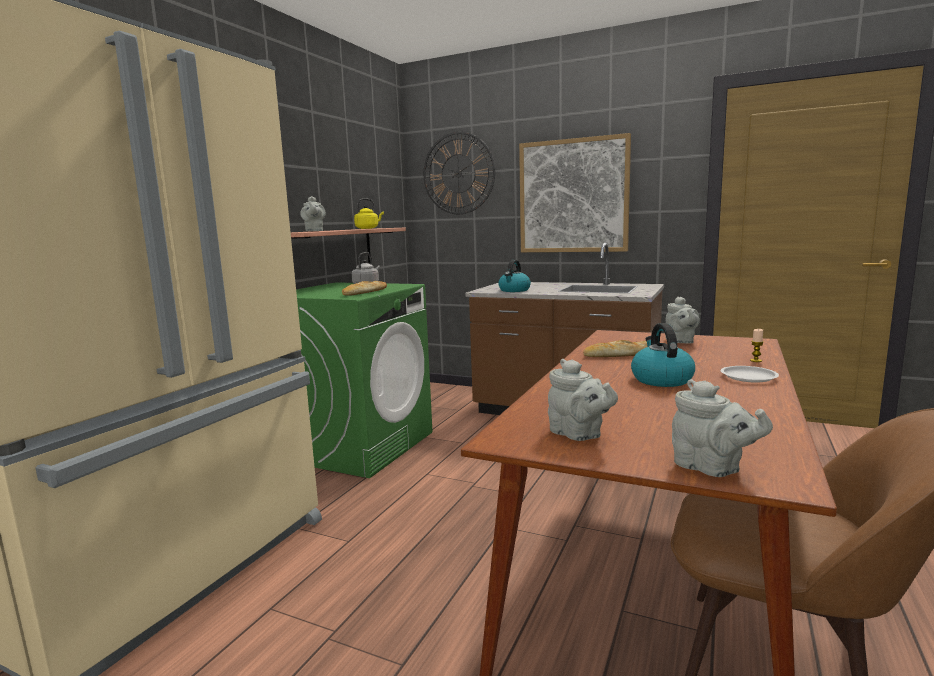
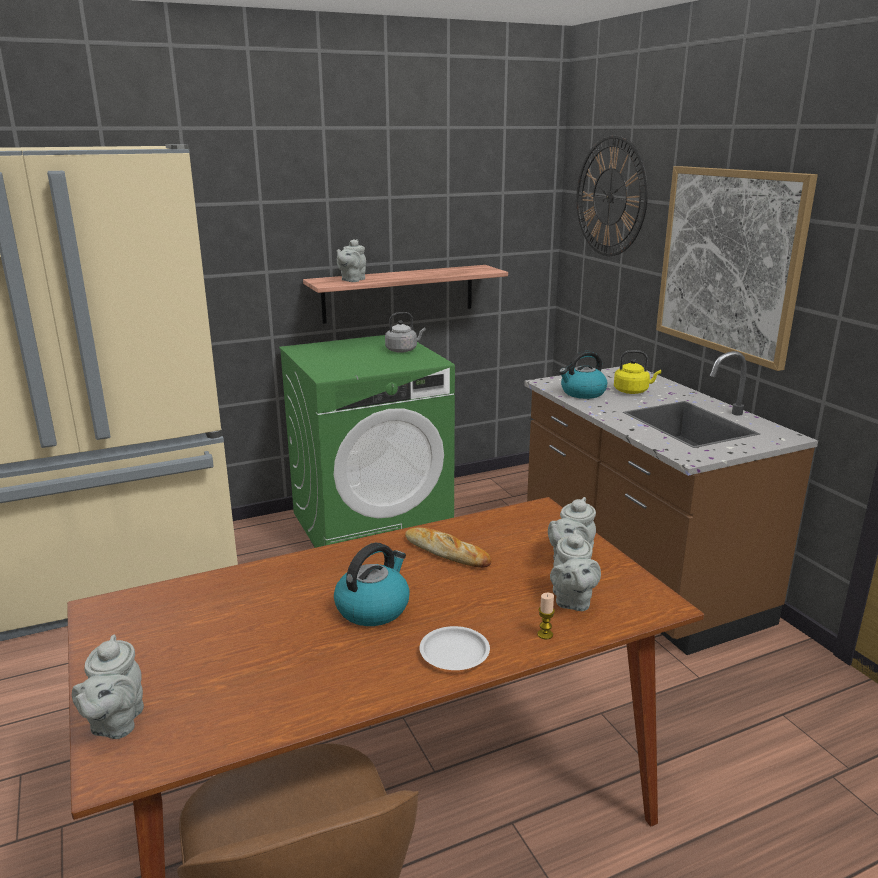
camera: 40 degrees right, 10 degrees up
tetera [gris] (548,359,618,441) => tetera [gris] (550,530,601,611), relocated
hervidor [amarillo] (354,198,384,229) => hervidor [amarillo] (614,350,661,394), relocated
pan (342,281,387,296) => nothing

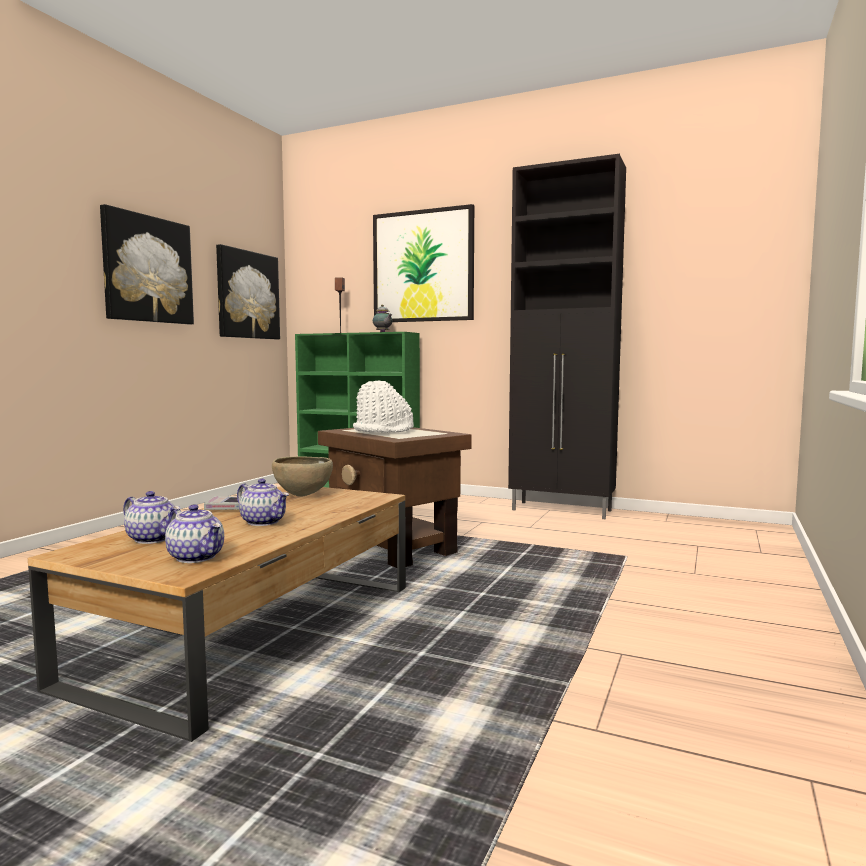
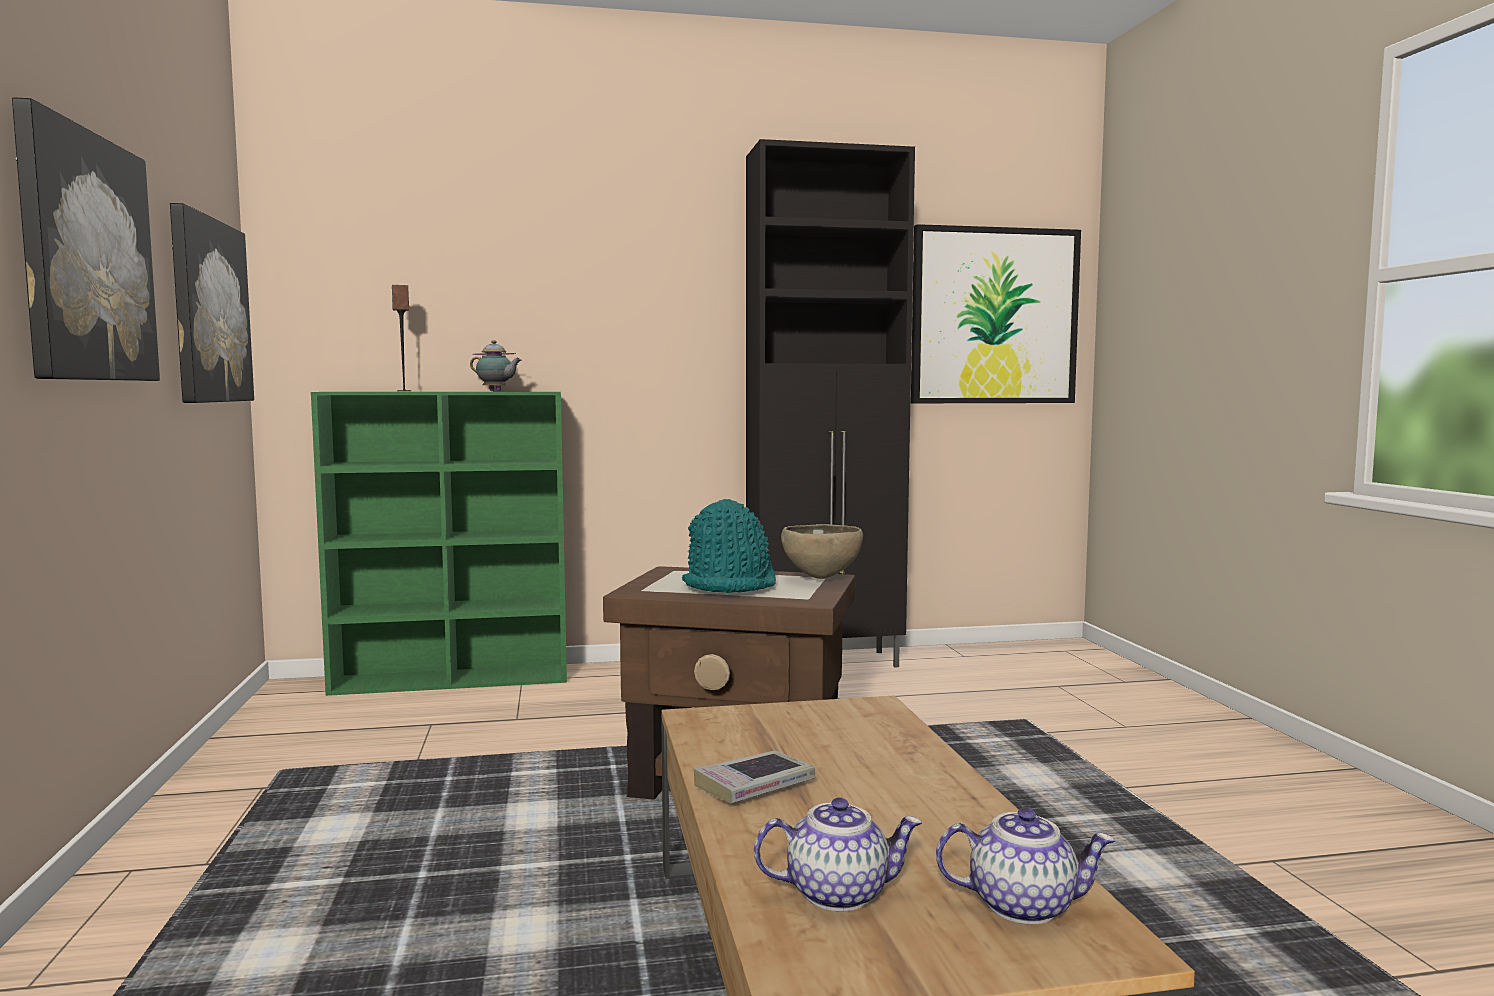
camera: 35 degrees left, 0 degrees up
sombrero [blanco] (353,381,414,433) => sombrero [turquesa] (682,499,776,593)
cuenco [marrón] (272,456,333,497) => cuenco [marrón] (781,524,863,579), relocated
cuadro (373,204,474,322) => cuadro (911,224,1081,403), relocated
tetera (237,479,289,526) => nothing

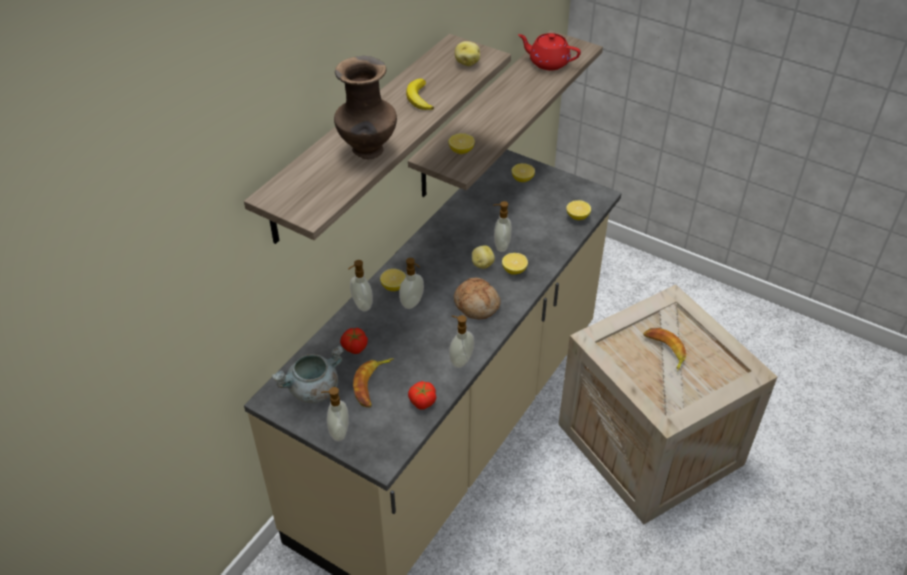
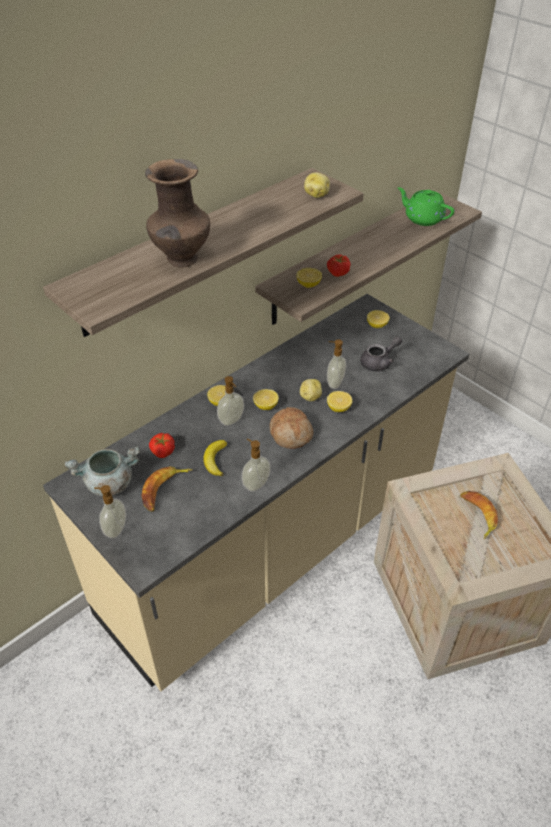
camera: 15 degrees right, 0 degrees up
plátano (406,79,434,110) => plátano (203,440,227,476), relocated
limón (566,200,591,220) => limón (253,389,279,410), relocated
tomate (408,381,436,410) => tomate (327,254,351,277), relocated
nothing => tetera [gris] (360,336,402,371)
tetera [rojo] (518,33,581,70) => tetera [verde] (398,187,455,226)
dispensador de jabón (348,260,373,312) => nothing

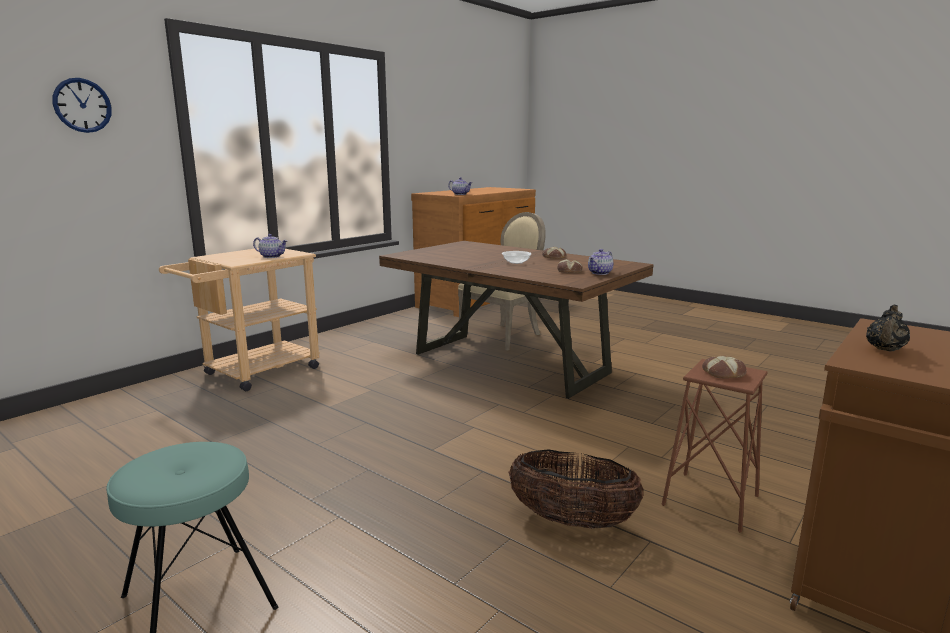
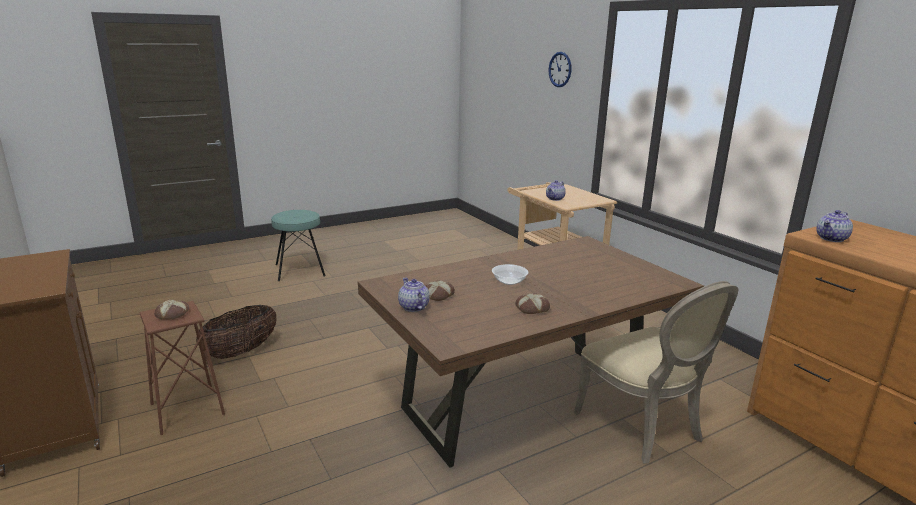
camera: 110 degrees right, 5 degrees up
tetera [negro] (866,305,910,352) => nothing

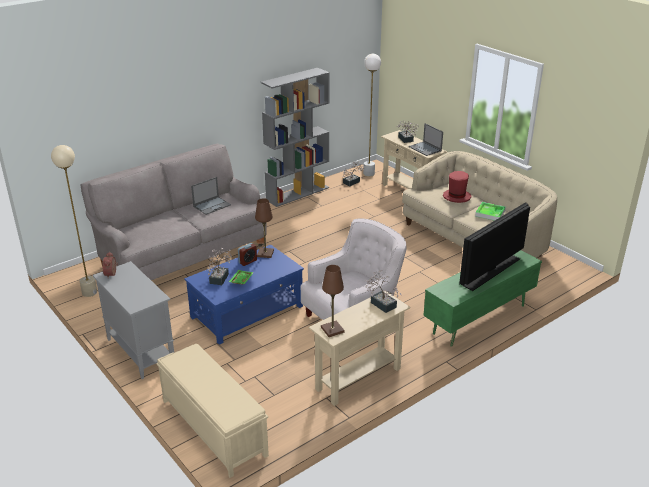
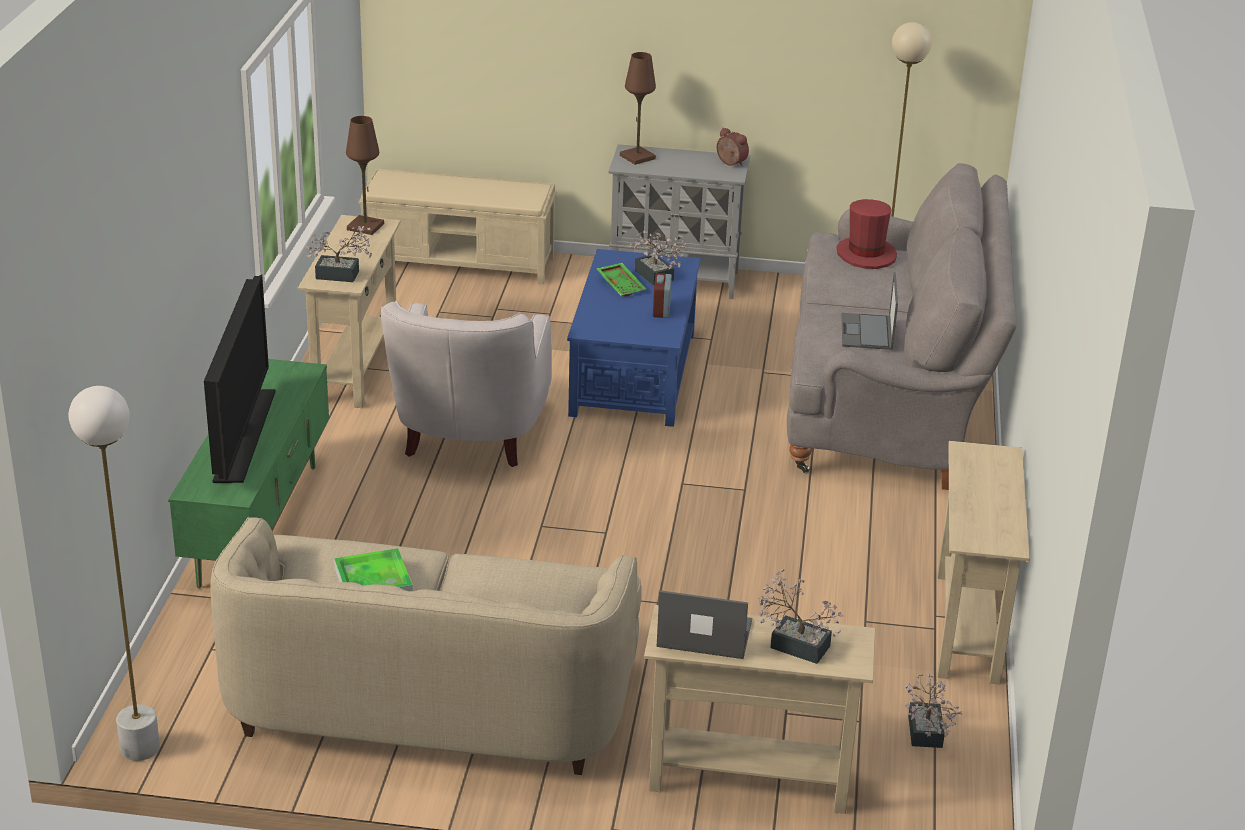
camera: 135 degrees right, 0 degrees up
lámpara de pie [blanco] (363,54,381,177) => lámpara de pie [blanco] (68,386,160,761), relocated
lámpara de mesa [marrón] (255,198,274,258) => lámpara de mesa [marrón] (620,52,656,165), relocated
sombrero [rojo] (443,171,471,203) => sombrero [rojo] (836,199,897,269), relocated
estantería [gris] (261,68,330,207) => mesa consola [beis] (937,441,1030,684)

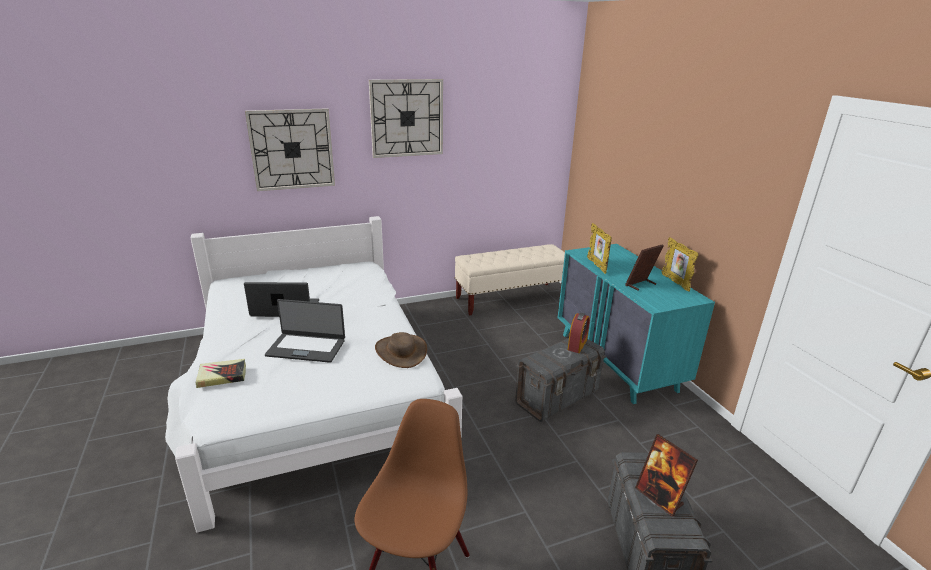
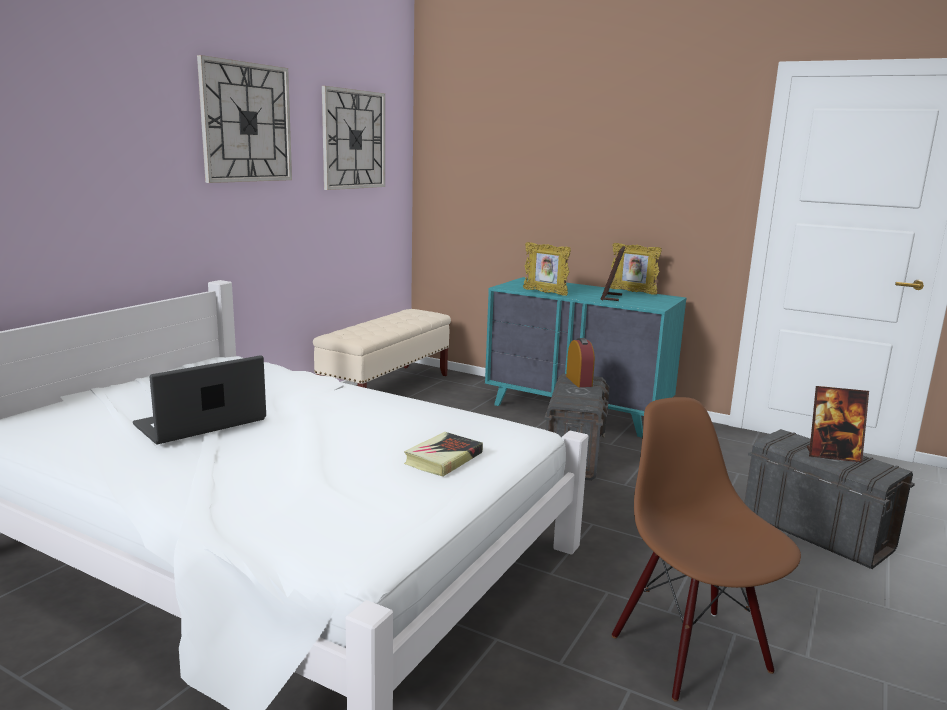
camera: 40 degrees left, 10 degrees down
reloj de pared (245,108,335,191) => reloj de pared (322,86,385,190), relocated
libro (196,359,246,388) => libro (404,432,483,477), relocated
portátil (265,299,345,363) => nothing
sombrero [marrón] (375,332,427,368) => nothing

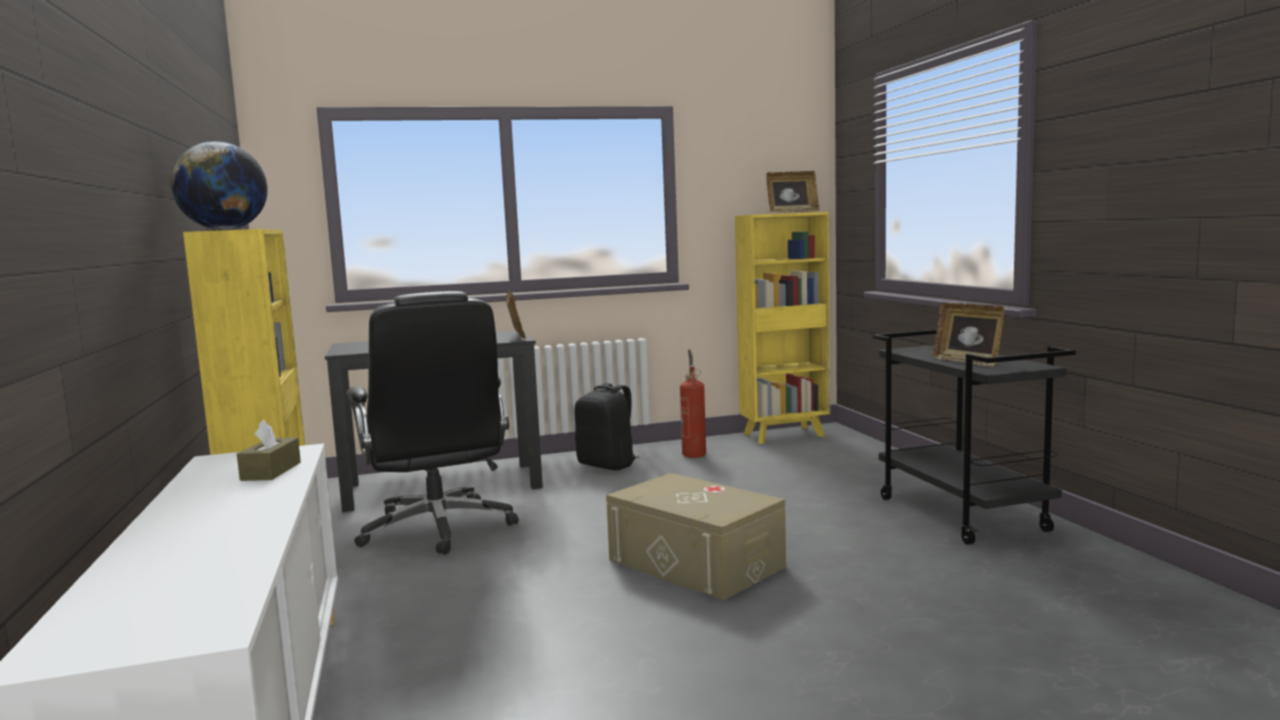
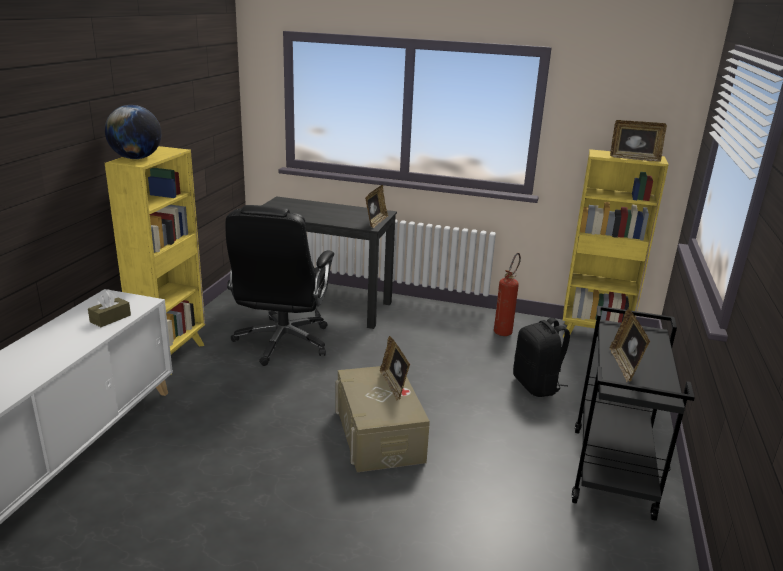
camera: 30 degrees right, 15 degrees up
nothing => portarretratos (380,336,410,400)
mochila [negro] (575,383,639,470) => mochila [negro] (513,318,570,397), relocated

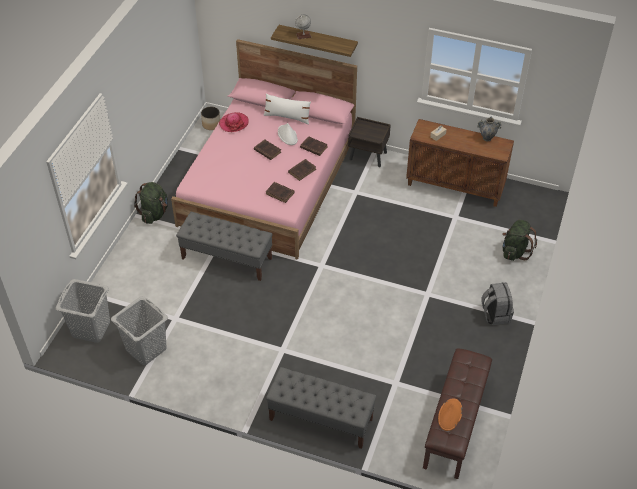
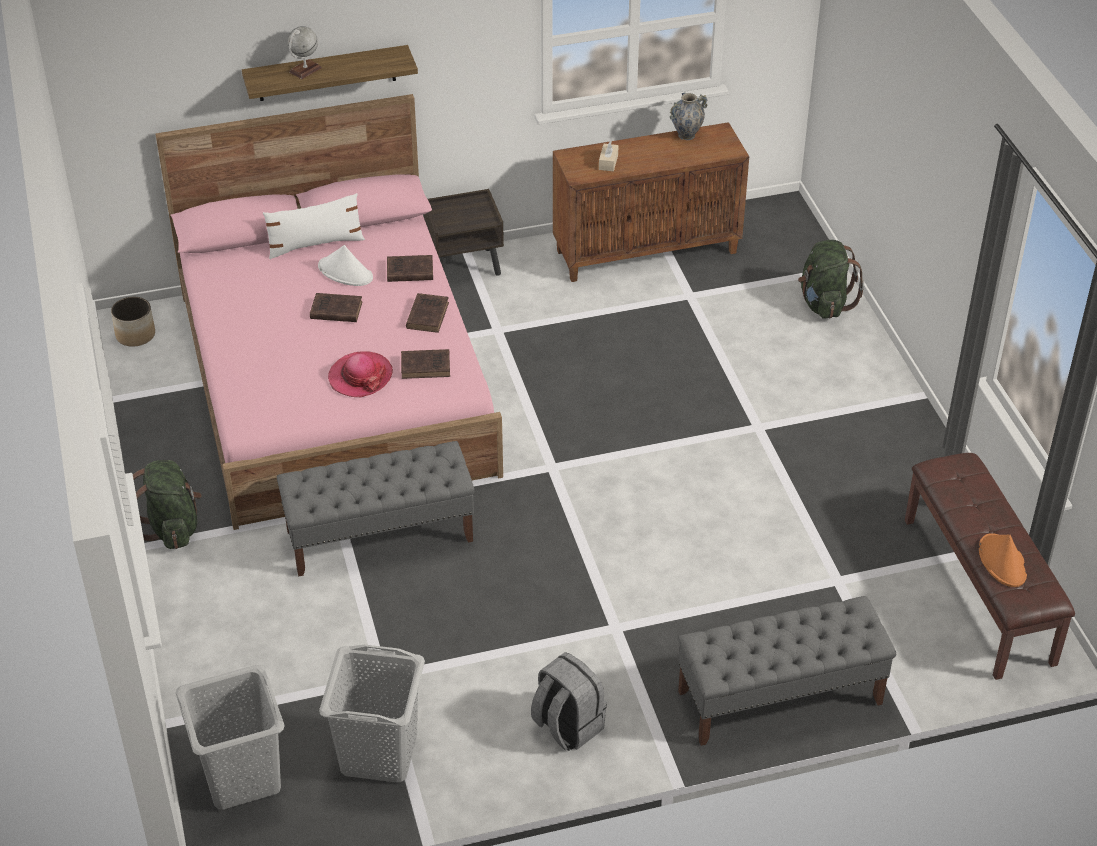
camera: 35 degrees left, 5 degrees down
sombrero (219,112,249,132) => sombrero (328,351,393,397), relocated
mochila [gris] (481,282,514,325) => mochila [gris] (531,652,607,751), relocated

